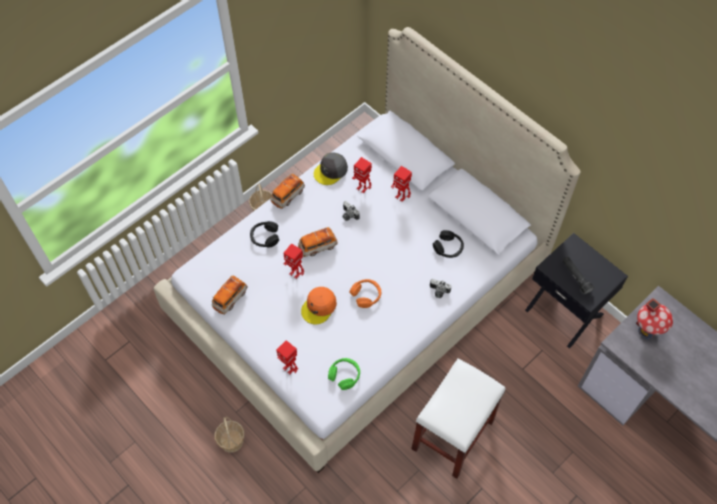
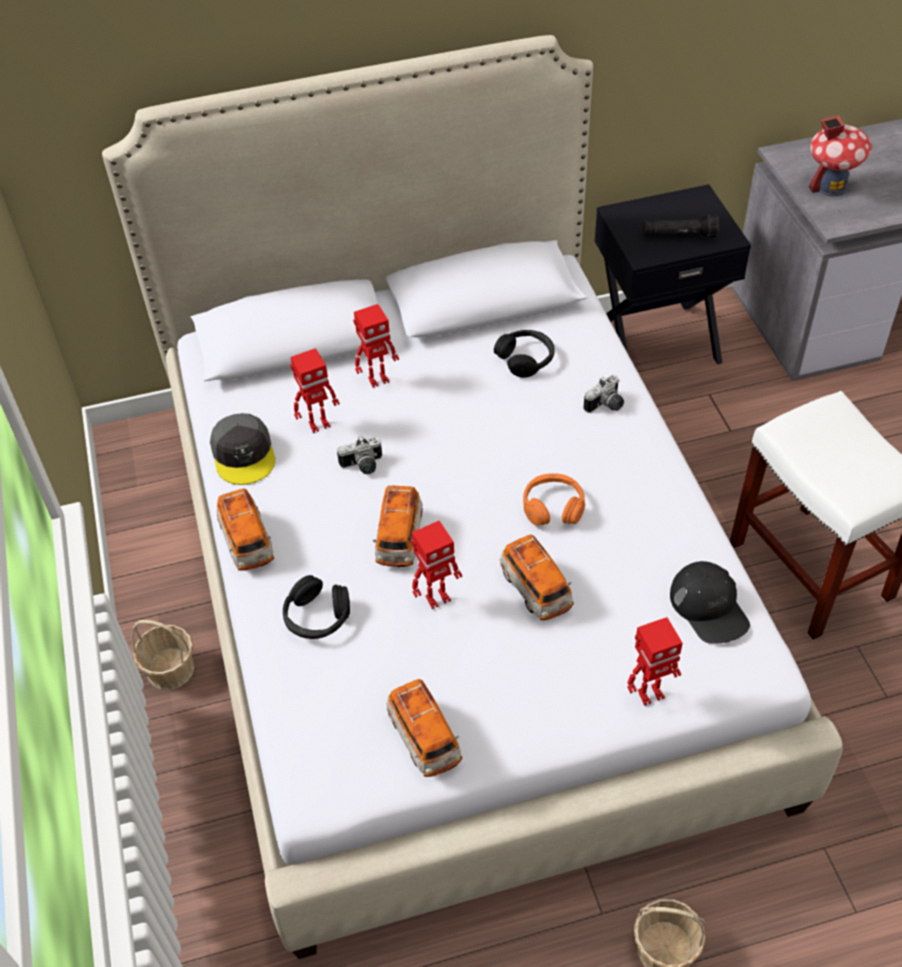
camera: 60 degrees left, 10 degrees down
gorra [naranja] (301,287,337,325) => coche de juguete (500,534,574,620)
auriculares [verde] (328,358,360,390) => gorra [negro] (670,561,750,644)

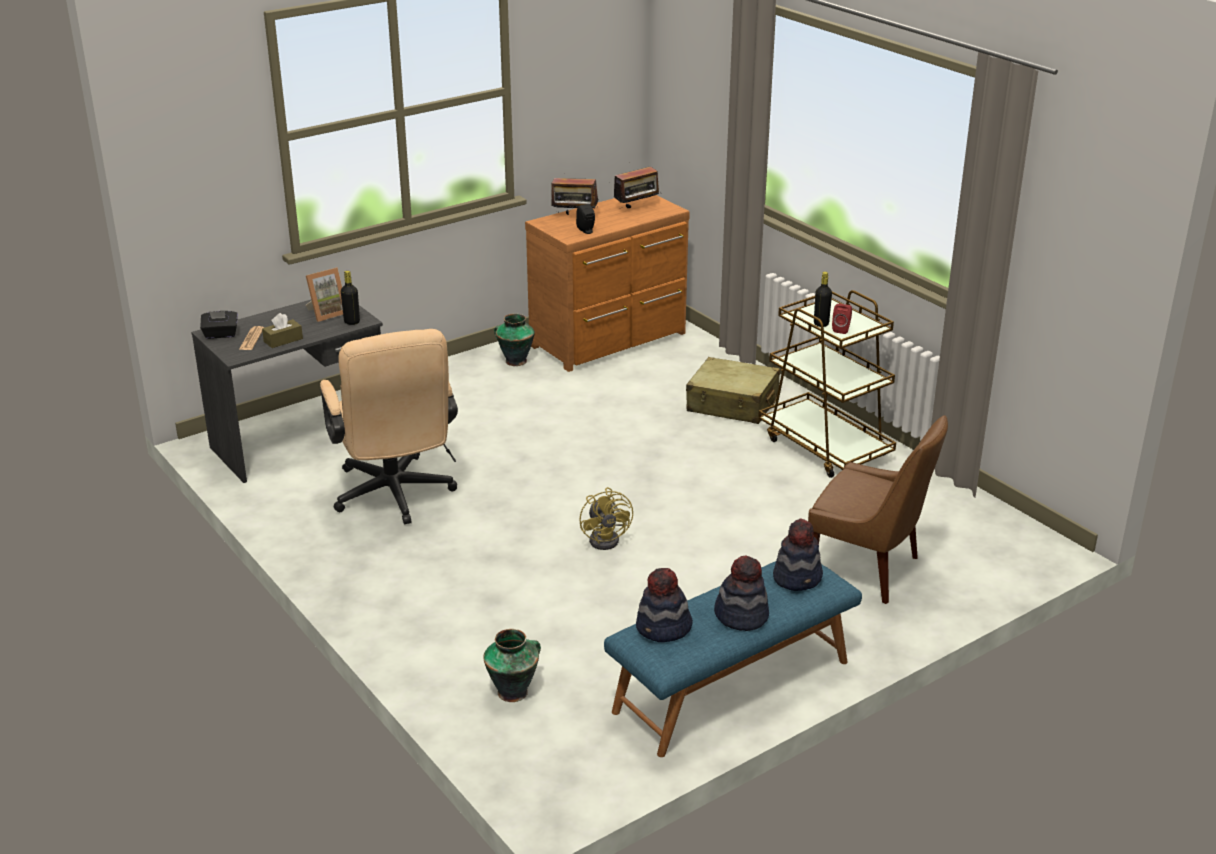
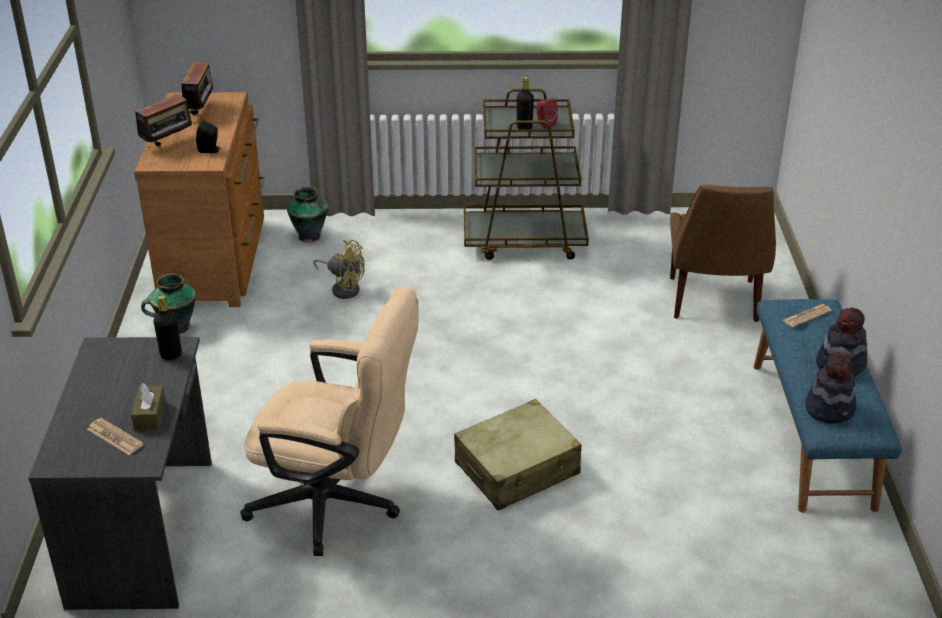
camera: 55 degrees left, 5 degrees up
florero (483,629,541,702) => florero (287,187,328,243), relocated
ventilador [amarillo] (579,487,633,550) => ventilador [amarillo] (314,240,365,299), relocated
maleta [beis] (686,357,780,424) => maleta [beis] (454,399,582,511), relocated
silla [marrón] (808,415,948,604) => silla [marrón] (670,185,776,322), 120 degrees clockwise
sombrero (773,518,823,591) => periódico (783,304,832,327)
caja de pañuelos [negro] (200,311,238,339) => nothing
portarretratos (306,268,343,322) => nothing

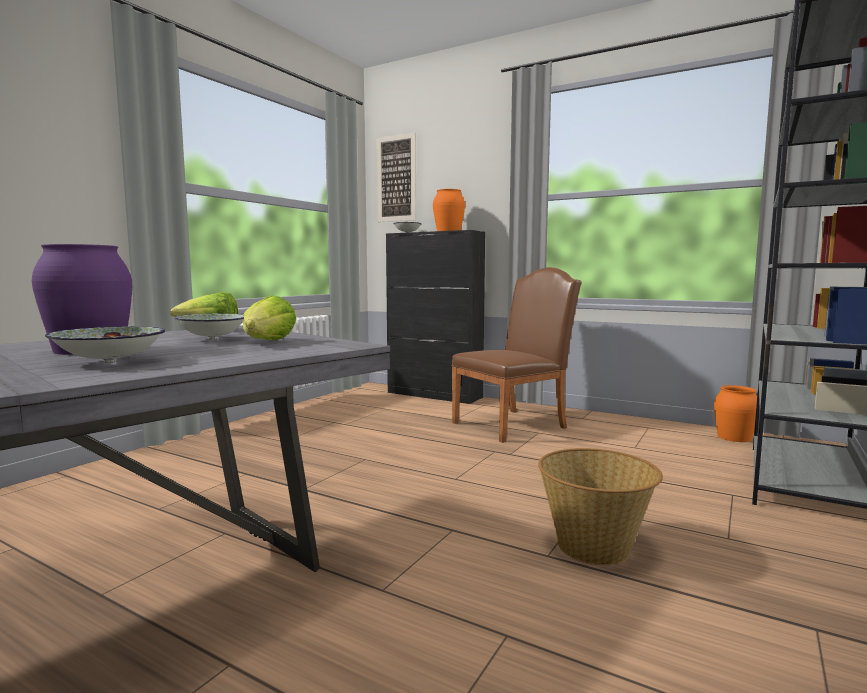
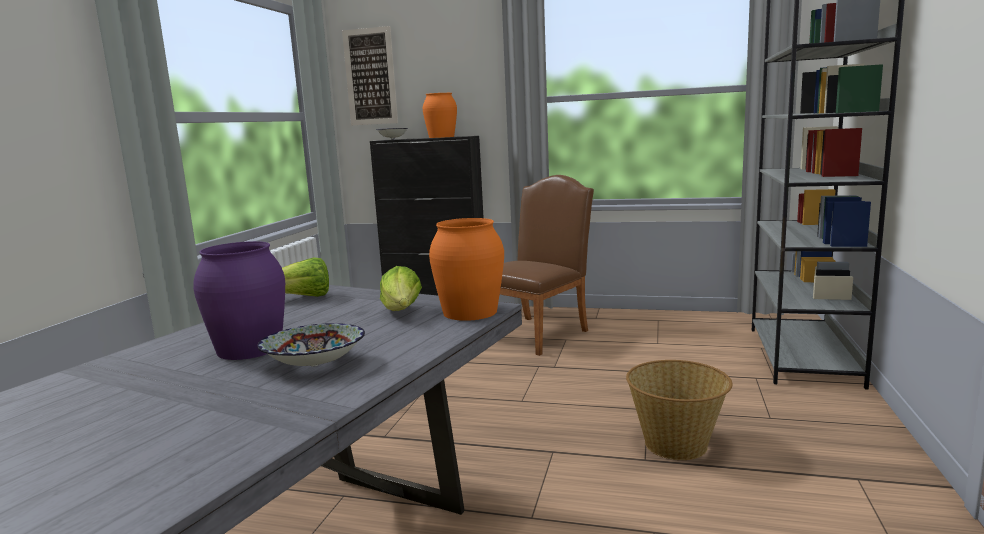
camera: 15 degrees left, 5 degrees up
florero [naranja] (714,385,760,442) => florero [naranja] (429,218,504,321), relocated
cuenco (175,313,244,340) => nothing

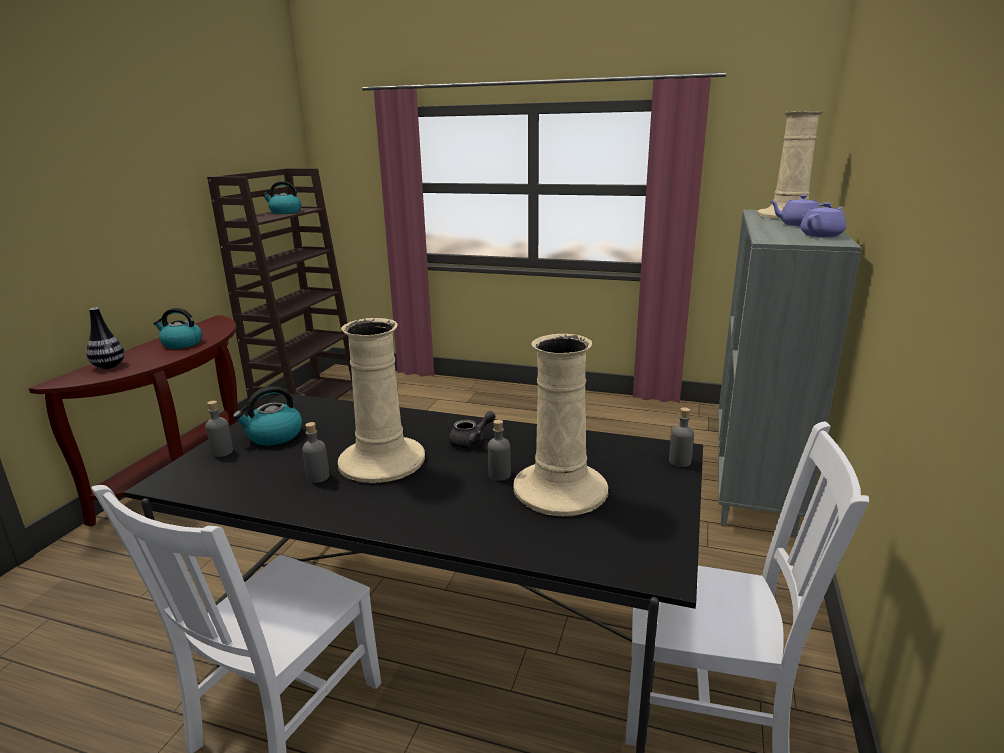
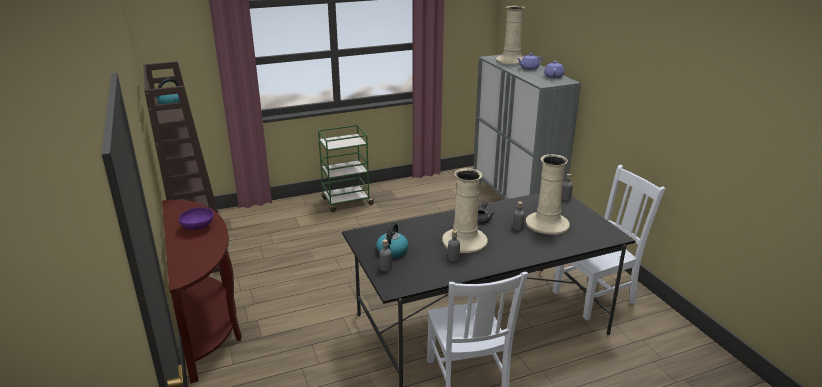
camera: 40 degrees left, 5 degrees up
hervidor (153,308,202,349) => cuenco [morado] (179,207,214,230)
nothing => carrito [verde] (318,125,376,212)
florero (86,308,125,369) => nothing

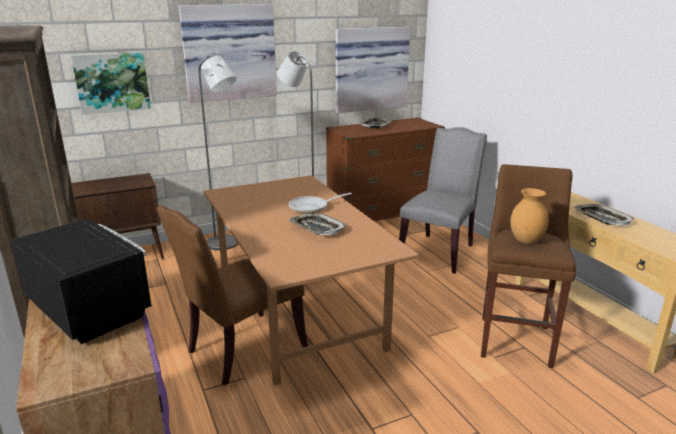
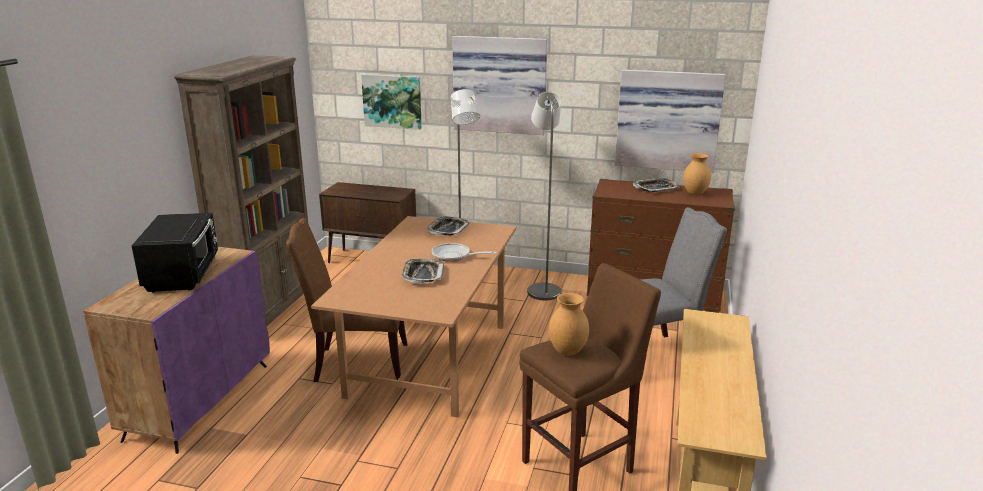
camera: 40 degrees right, 0 degrees up
bandeja (574,204,635,226) => bandeja (427,216,469,236), relocated
nothing => florero [marrón] (683,153,711,195)

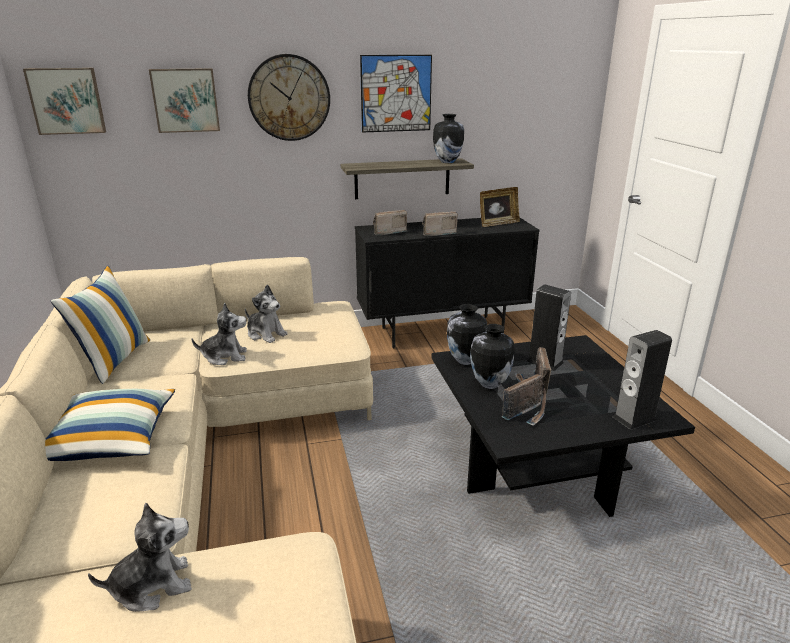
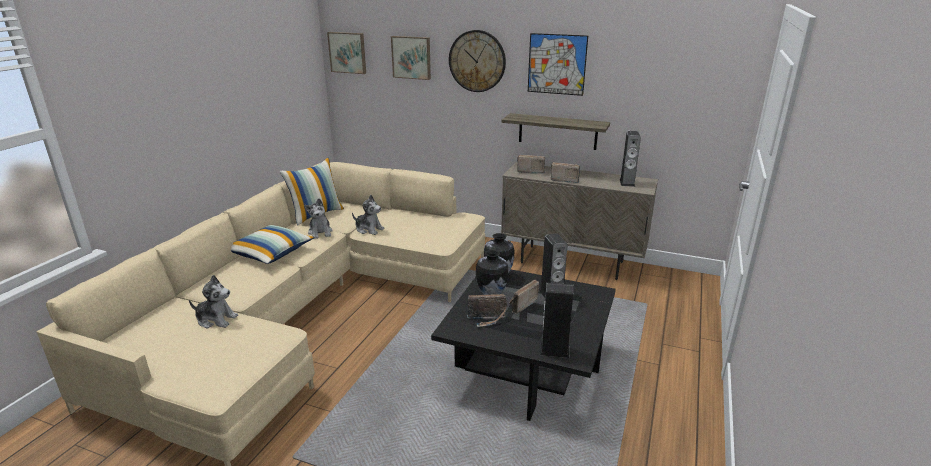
camera: 35 degrees right, 0 degrees up
peluche (245,285,288,343) => peluche (304,198,333,239), relocated
armario [negro] (355,217,539,348) => armario [beis] (501,162,658,280)
portarretratos (480,187,520,227) => altavoz (620,131,641,187)
florero (433,114,464,163) => nothing

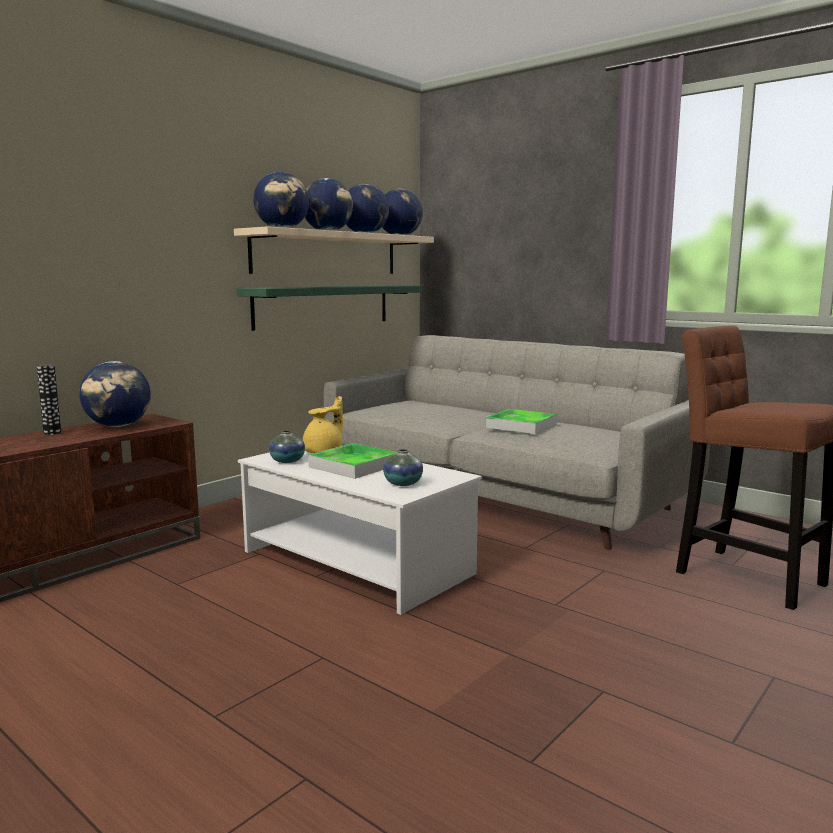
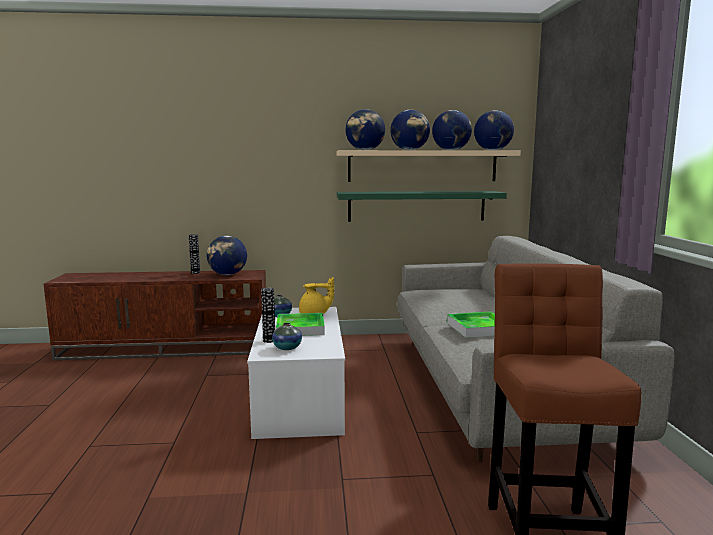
camera: 45 degrees right, 0 degrees up
nothing => florero (261,288,275,343)

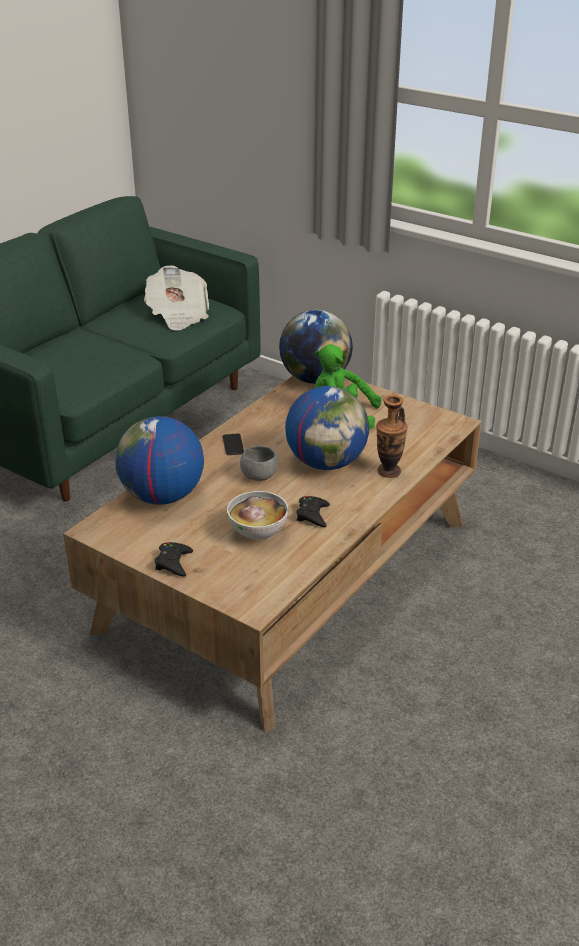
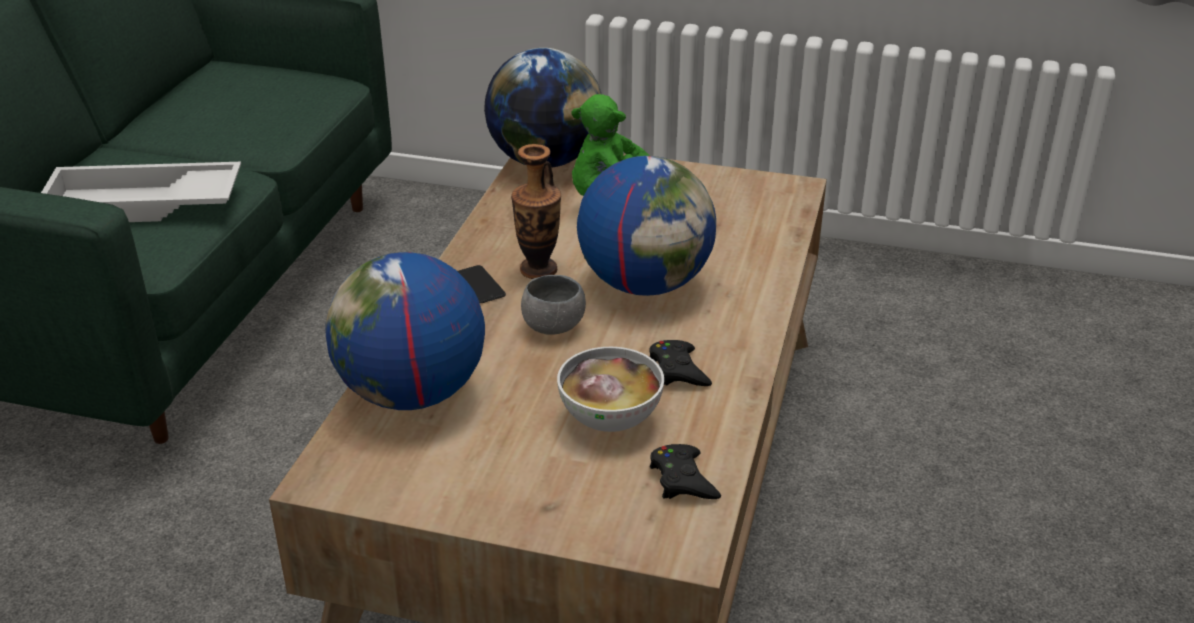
camera: 20 degrees left, 0 degrees up
nothing => bandeja [blanco] (41,162,241,222)
florero (377,395,408,478) => florero (511,144,561,279), relocated
mando de consola [negro] (155,542,193,577) => mando de consola [negro] (650,444,721,499), relocated
periódico (144,265,209,331) => nothing

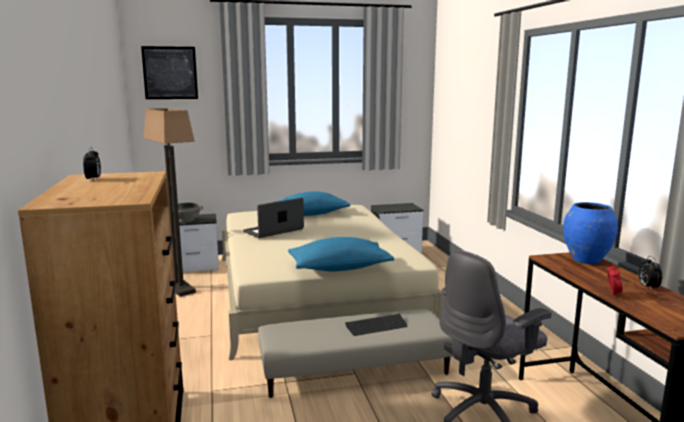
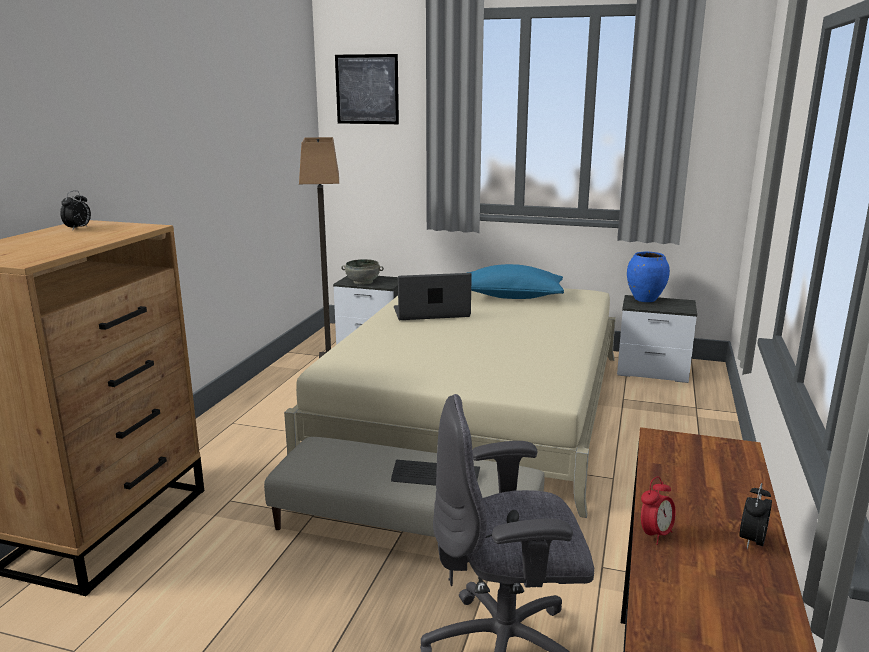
camera: 30 degrees right, 5 degrees up
florero [azul] (563,202,618,264) => florero [azul] (627,252,670,302), relocated
cojín [azul] (288,237,394,271) => nothing

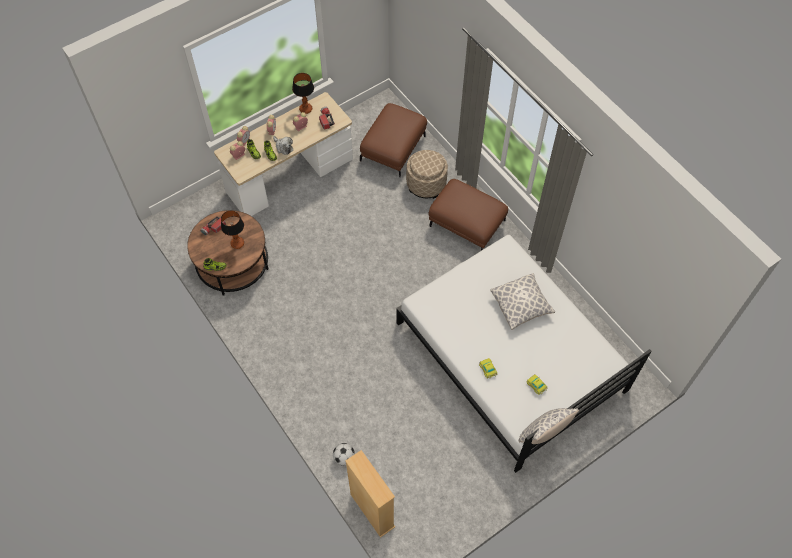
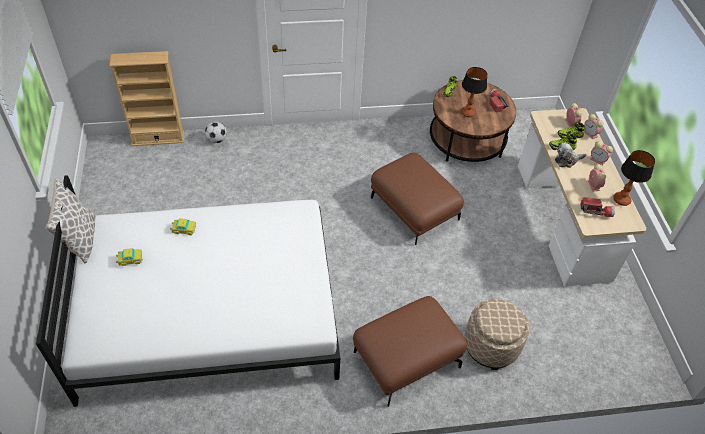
camera: 115 degrees right, 10 degrees down
puf [marrón] (360,103,427,177) => puf [marrón] (371,153,464,245), relocated
cojín (490,273,555,330) => nothing

